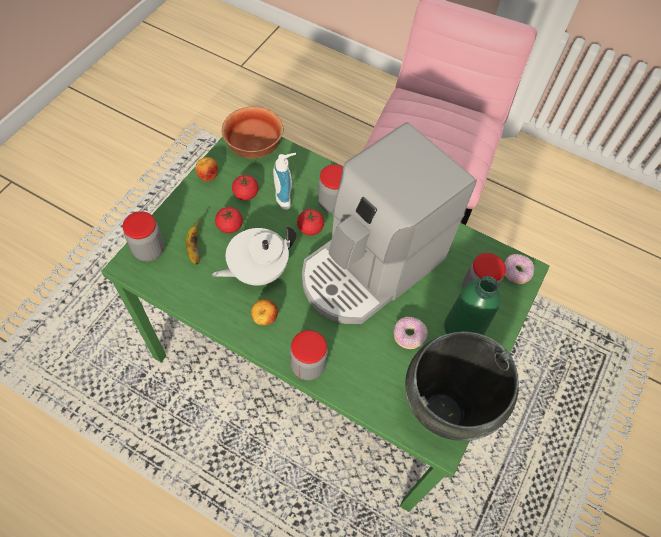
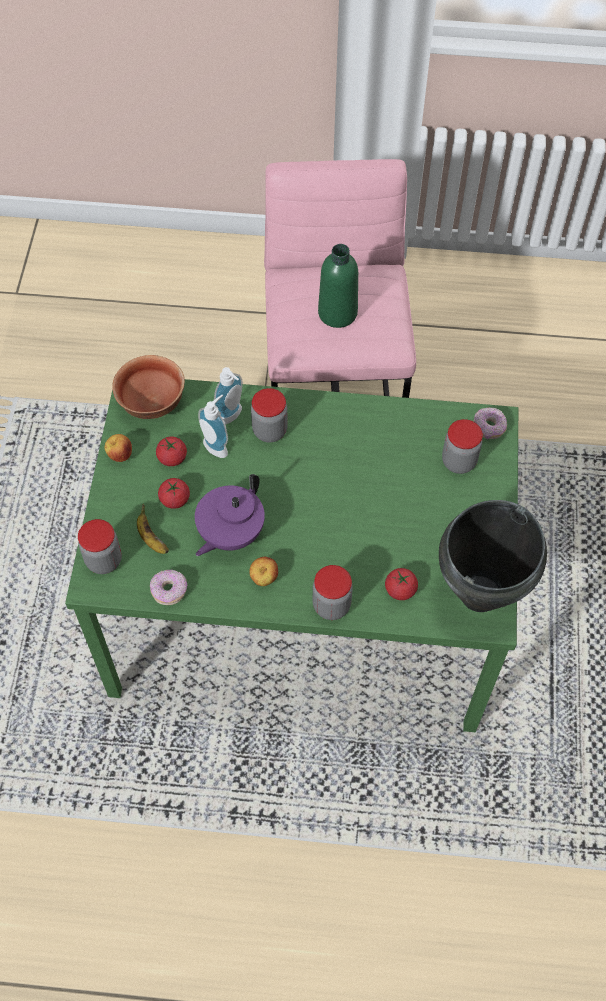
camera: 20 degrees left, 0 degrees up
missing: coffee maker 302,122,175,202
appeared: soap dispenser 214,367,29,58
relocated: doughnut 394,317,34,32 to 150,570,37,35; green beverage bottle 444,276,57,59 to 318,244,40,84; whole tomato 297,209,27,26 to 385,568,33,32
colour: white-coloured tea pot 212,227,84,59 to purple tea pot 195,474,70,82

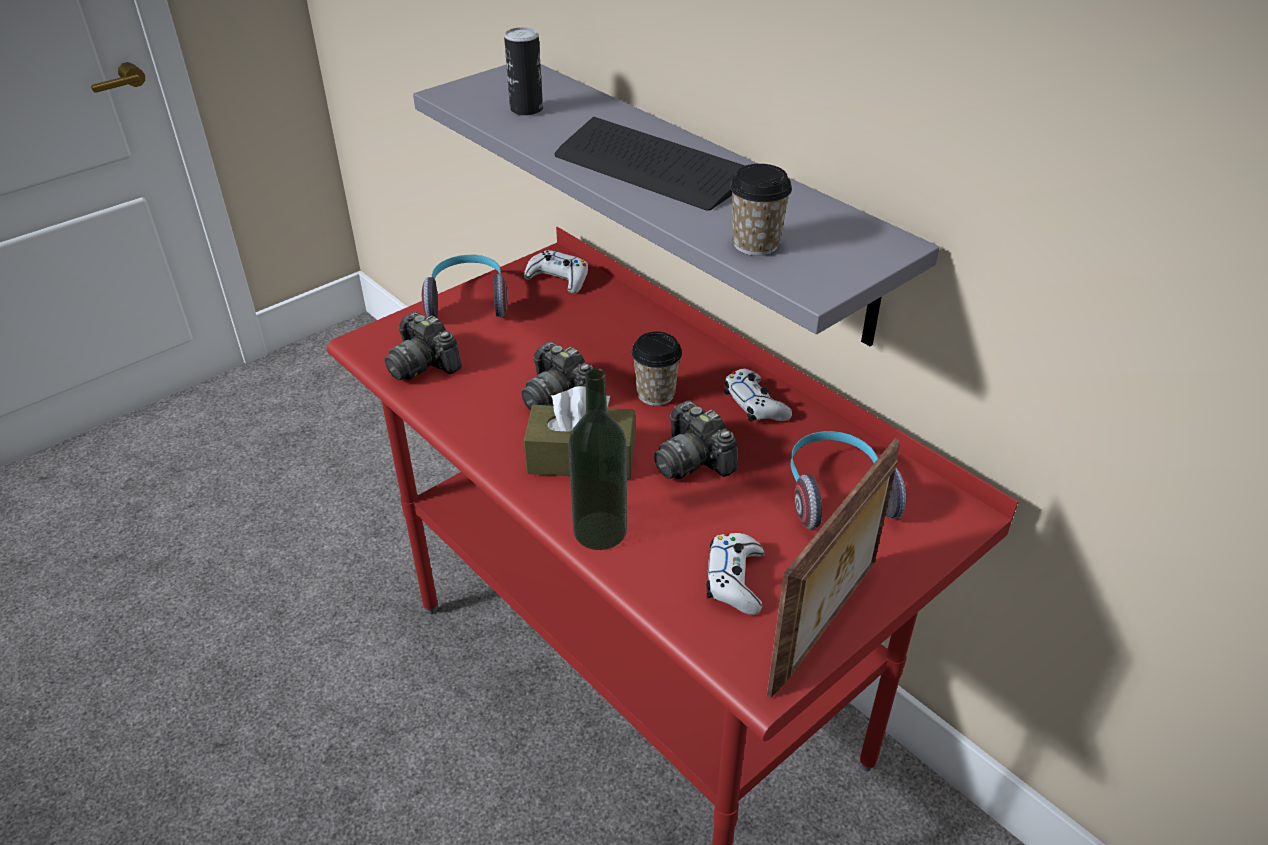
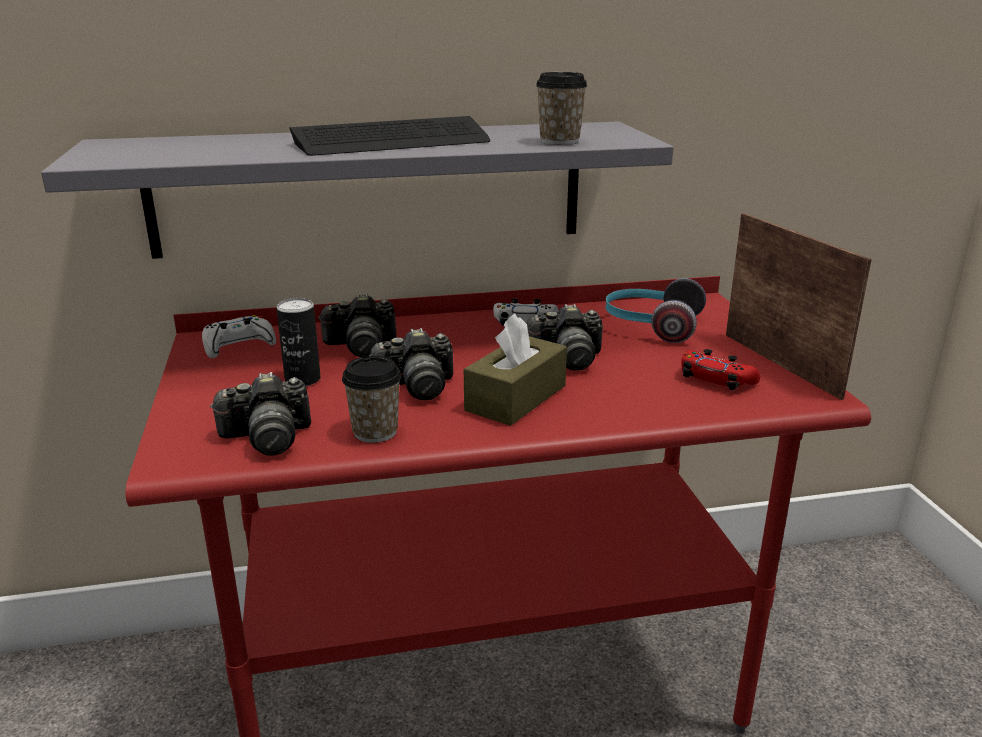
camera: 60 degrees left, 15 degrees down
missing: headphones 422,255,86,63; beverage bottle 568,368,59,182
appeared: still camera 317,293,80,64
relocated: sealed can 504,27,39,89 to 277,298,44,88; small cup 631,332,51,74 to 342,356,59,87
colour: white-coloured gamepad 706,532,58,83 to red-coloured gamepad 681,349,79,41

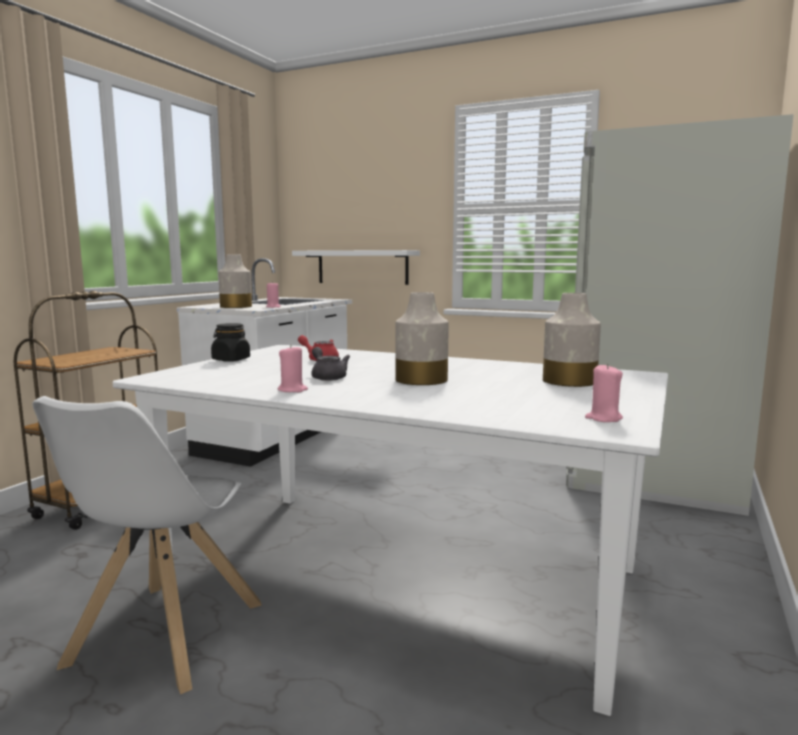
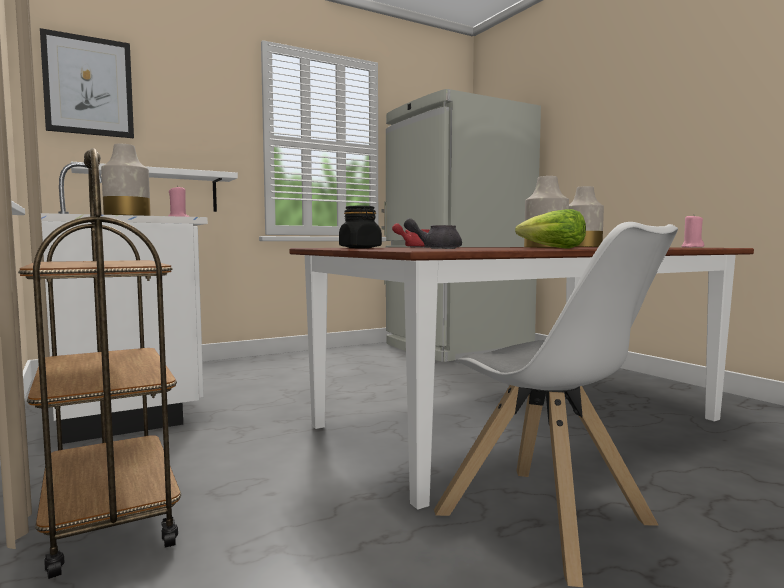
camera: 55 degrees left, 5 degrees down
appeared: wall picture 40,28,94,110
relocated: greyish tea pot 311,347,39,34 to 404,218,58,31
exchanged: pink-coloured wax light 278,345,30,47 to head of lettuce 515,209,71,39
colour: white-coloured dinner table 113,345,555,371 to brownish dinner table 289,247,465,263

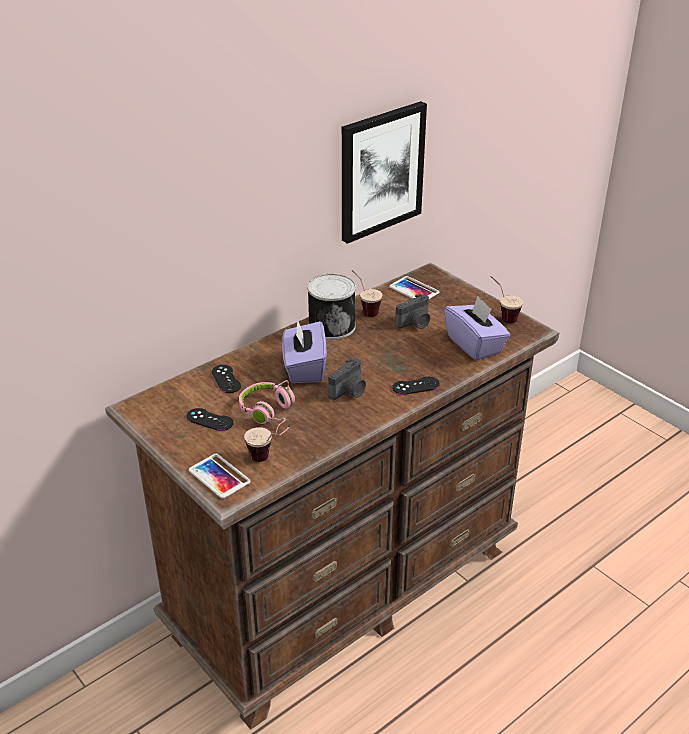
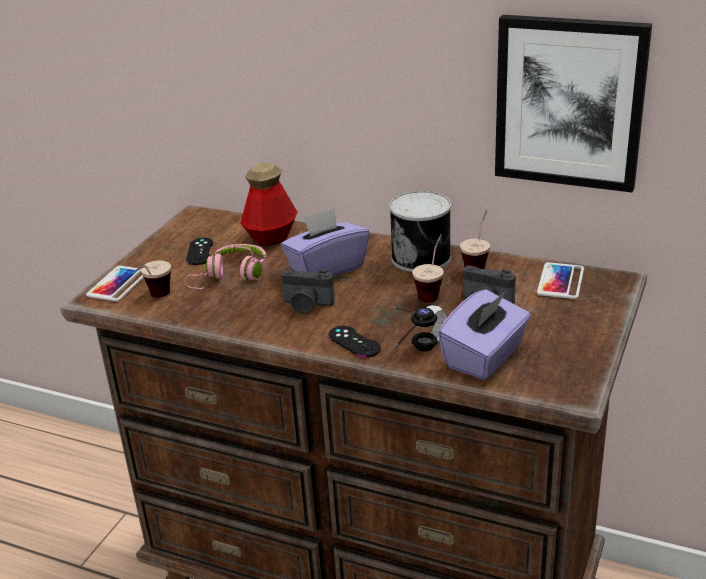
camera: 65 degrees right, 5 degrees down
appeared: headphones 392,305,55,47
relocated: small cup 491,276,32,48 to 412,234,32,68
exchanged: black-coloured gamepad 212,365,29,28 to beverage bottle 240,163,57,83

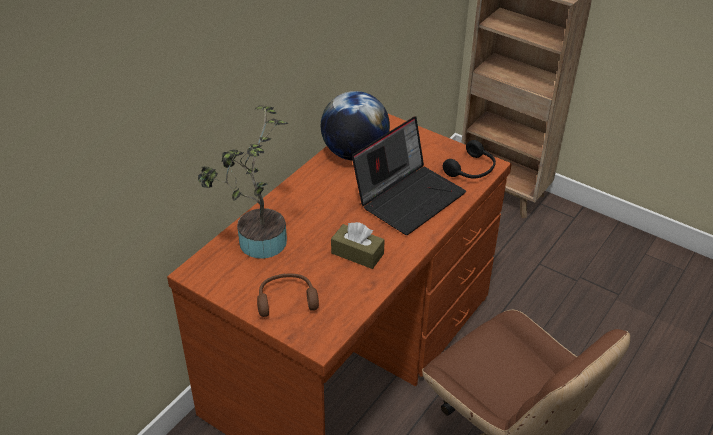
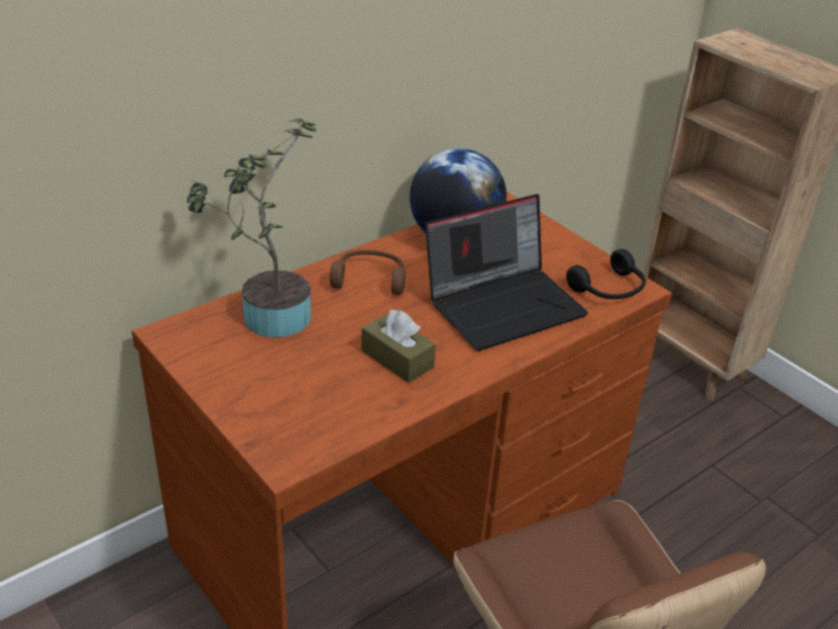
camera: 15 degrees right, 5 degrees down
relocated: brownish headphones 257,274,62,43 to 330,250,76,45

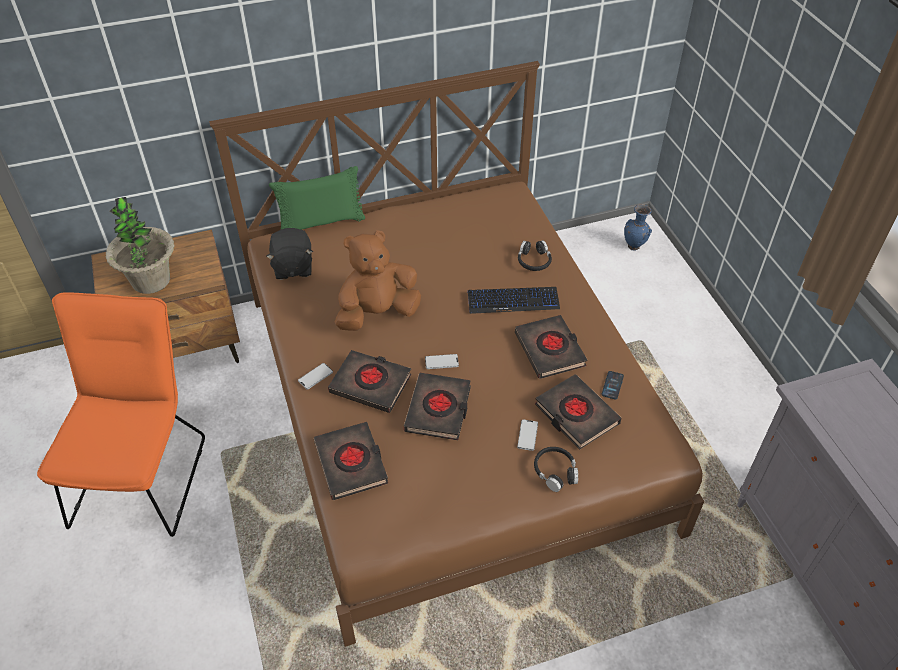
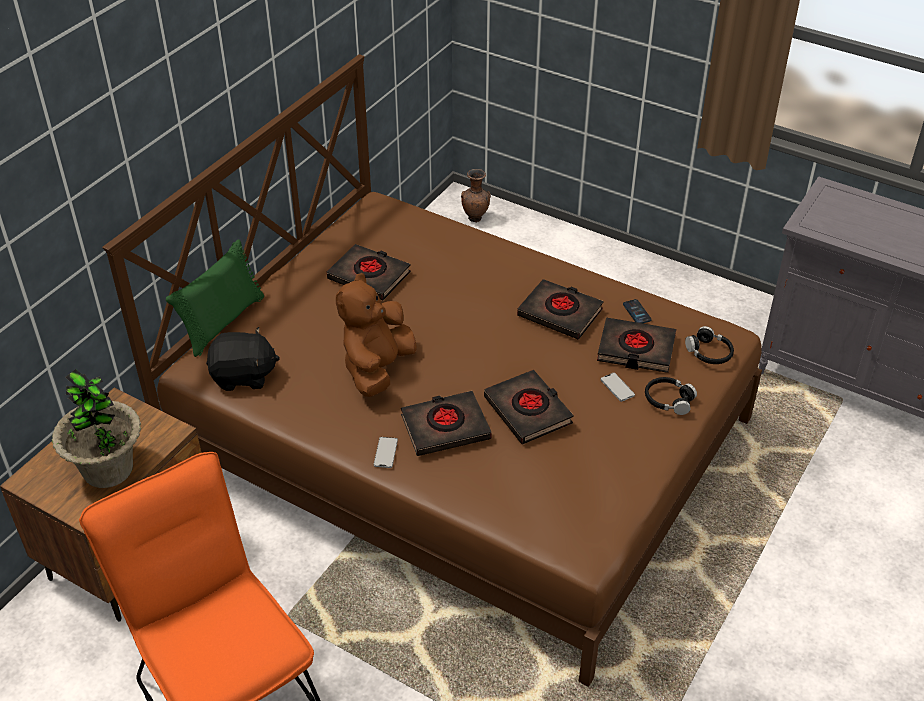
camera: 40 degrees left, 5 degrees down
missing: telephone 425,354,34,15; PC keyboard 468,287,92,27
relocated: black-coloured bound book 314,422,74,78 to 327,244,84,56; black-coloured headphones 518,240,34,31 to 685,326,49,38
colour: blue-coloured decorative vase 624,204,28,47 to brownish decorative vase 461,169,30,54
spun: black-coloured soft toy 266,228,47,52 = 206,327,74,64 45 degrees counterclockwise

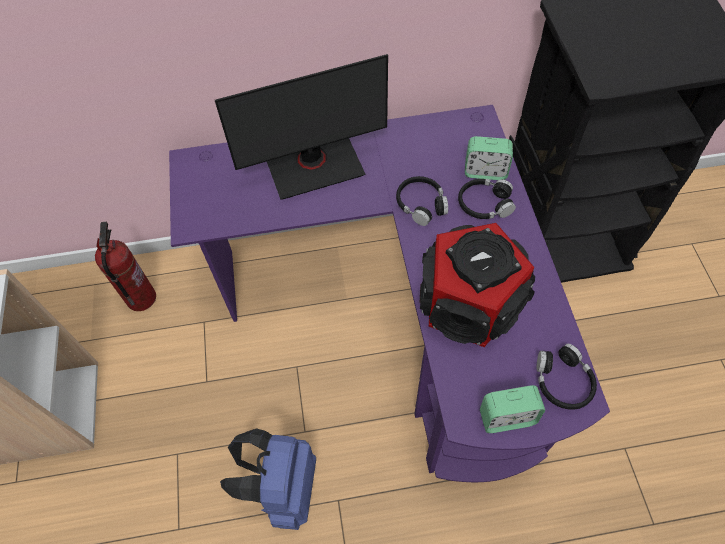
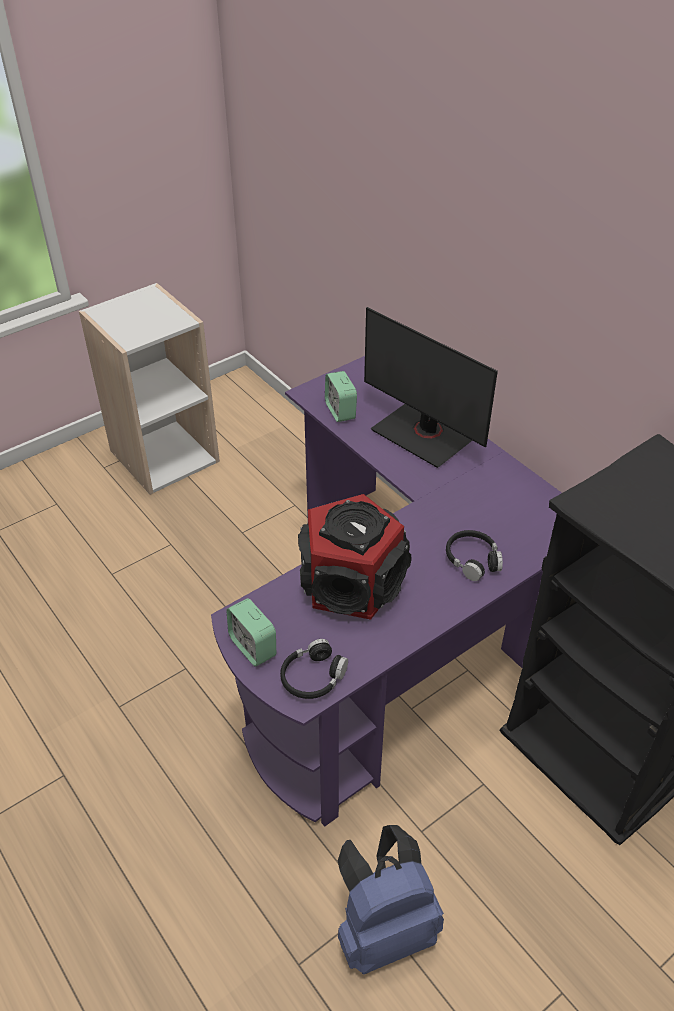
camera: 60 degrees right, 15 degrees down
missing: extinguisher 95,222,61,89; black-coloured headphones 396,176,52,50
relocated: alarm clock 465,136,48,44 to 325,371,32,51; blue-coloured rucksack 220,428,96,102 to 338,825,106,149

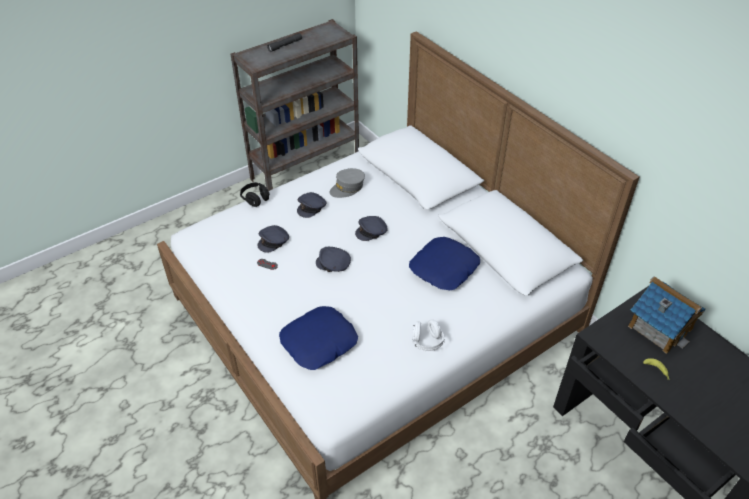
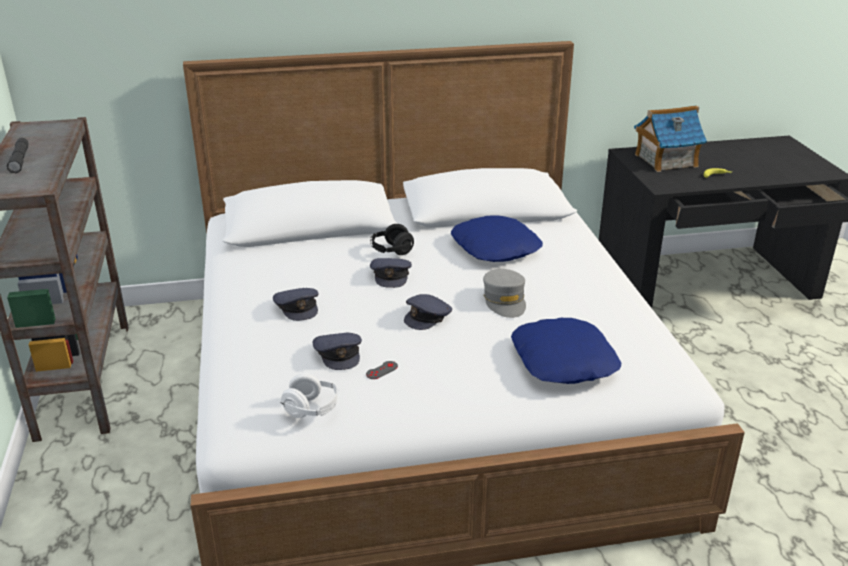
camera: 65 degrees left, 15 degrees down
relocated: white-coloured headphones 412,319,33,32 to 281,373,59,45; black-coloured headphones 240,182,30,25 to 370,224,44,31; greyish cap 329,168,36,30 to 483,269,43,49

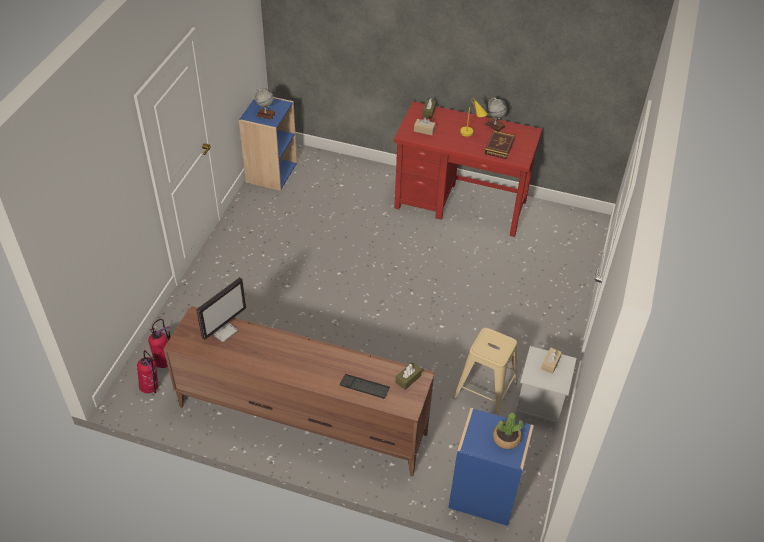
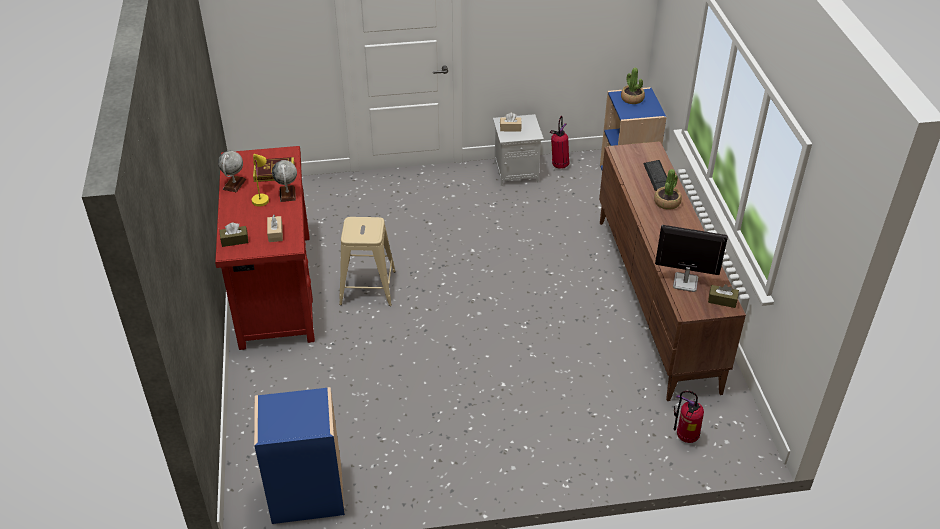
camera: 115 degrees left, 5 degrees down
appeared: plant in a pot 654,169,28,41
relocated: globe 254,88,22,32 to 272,160,25,42; sand-coloured sitting stool 454,328,63,88 to 339,217,57,89; extinguisher 137,350,21,43 to 550,116,20,52; brownish tissue holder 396,362,26,28 to 708,284,31,24

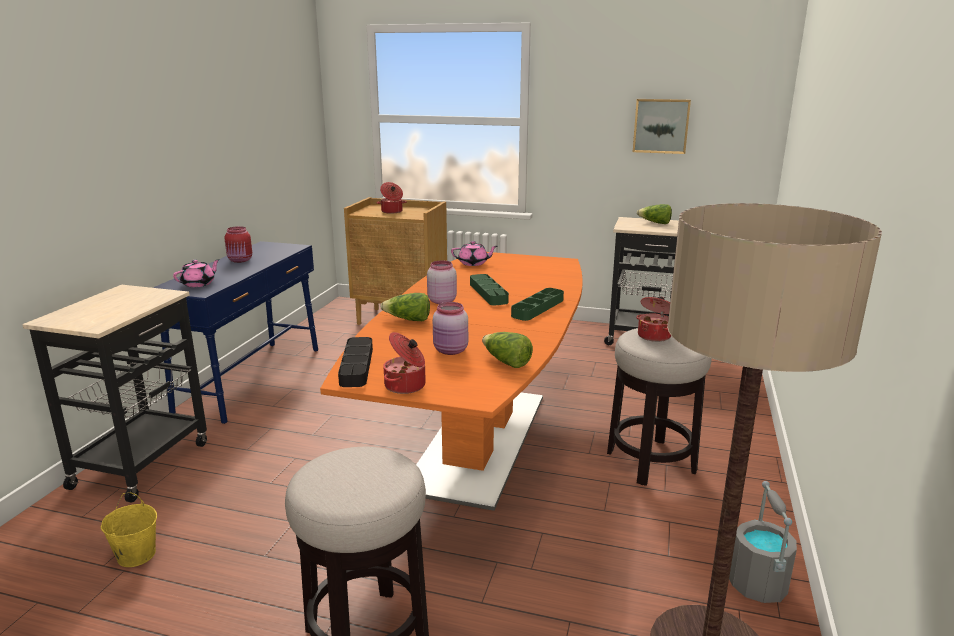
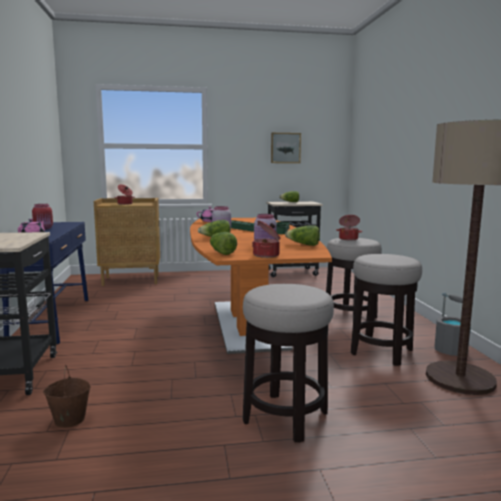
camera: 25 degrees left, 10 degrees down
appeared: sitting stool 351,254,71,112
exchanged: black-coloured tray 338,337,35,50 to head of lettuce 210,232,27,23
colour: yellowish bucket 101,492,56,75 to brownish bucket 43,365,48,63

